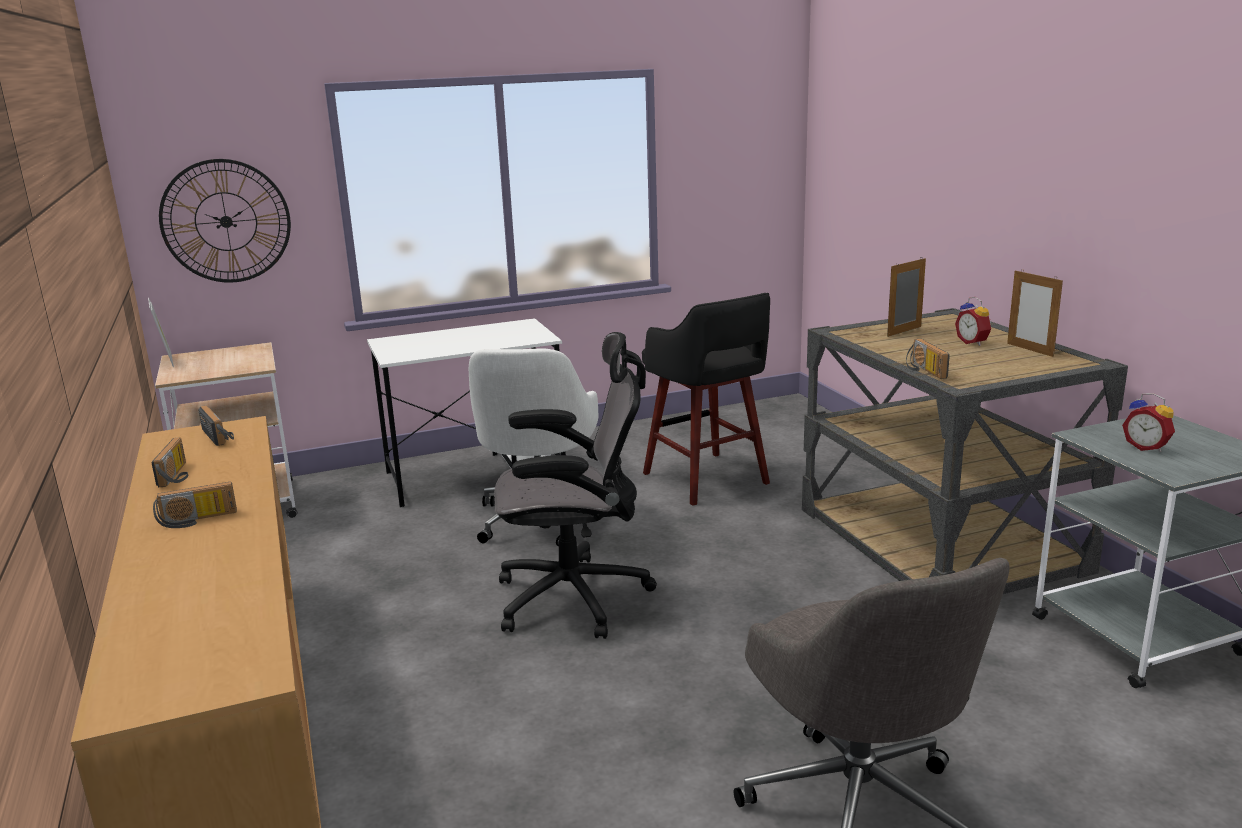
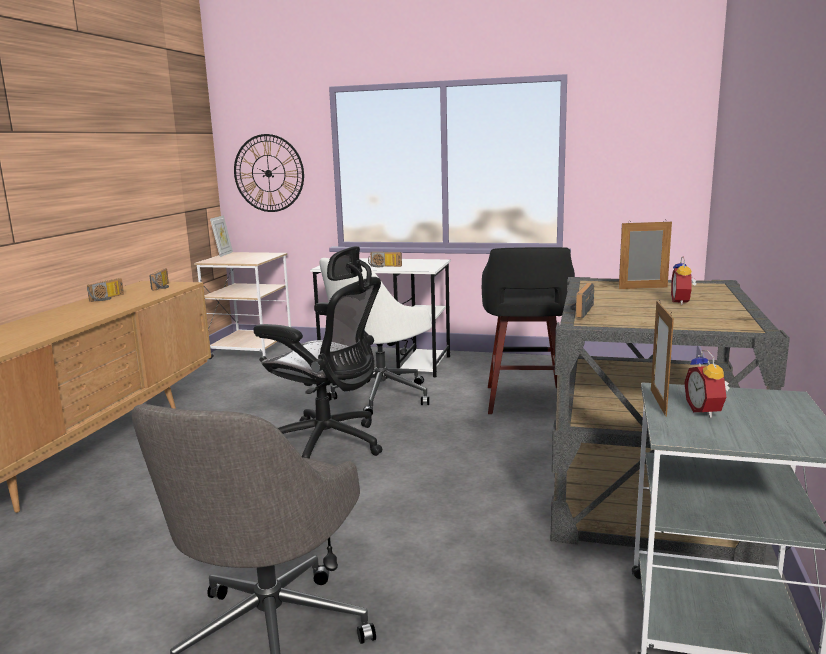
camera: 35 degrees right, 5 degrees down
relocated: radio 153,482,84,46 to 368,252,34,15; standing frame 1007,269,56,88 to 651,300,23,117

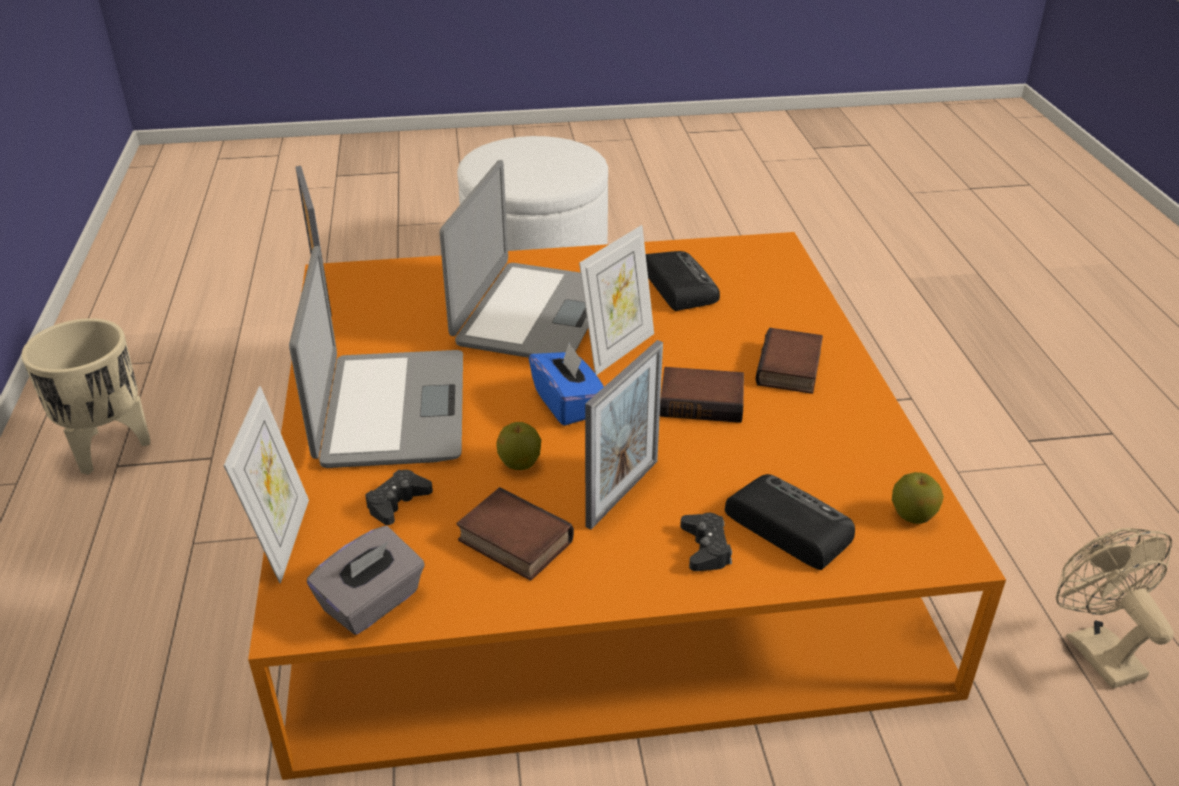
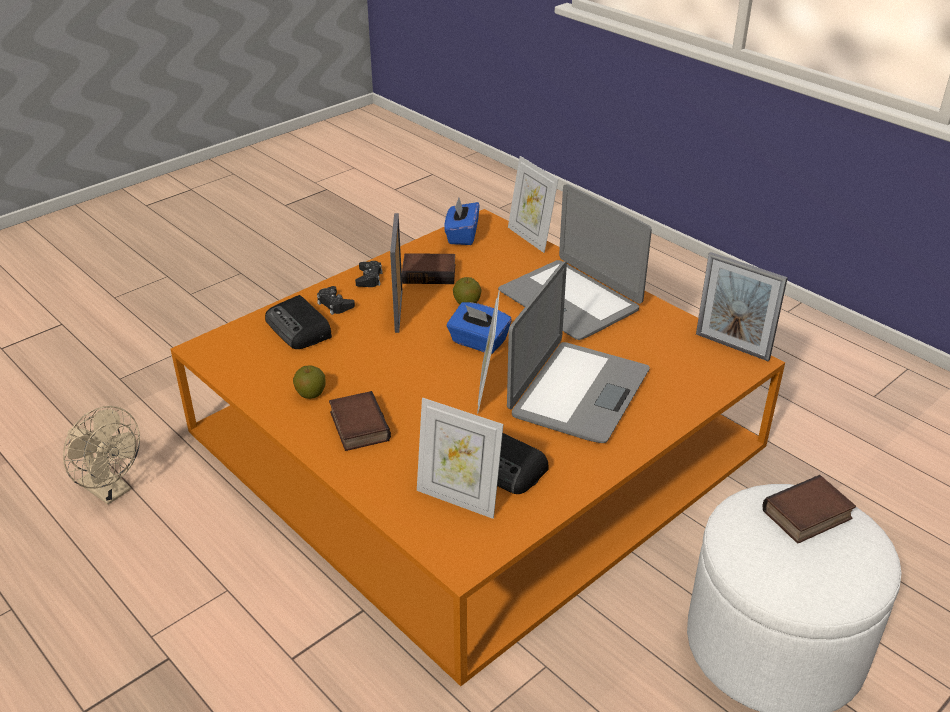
camera: 145 degrees right, 0 degrees up
missing: sand-coloured flower pot 21,318,129,157
appeared: standing frame 417,398,87,121
relocated: apple fruit 892,472,52,52 to 293,366,32,33; black-coloured gamepad 365,470,68,55 to 355,261,28,26; bound book 660,367,84,56 to 762,475,94,68
colour: greyish tissue holder 307,526,118,109 to blue-coloured tissue holder 444,198,35,47
spun: radio 725,474,130,96 = 265,295,67,54 45 degrees clockwise; notebook computer 439,160,149,198 = 507,262,143,181 135 degrees counterclockwise

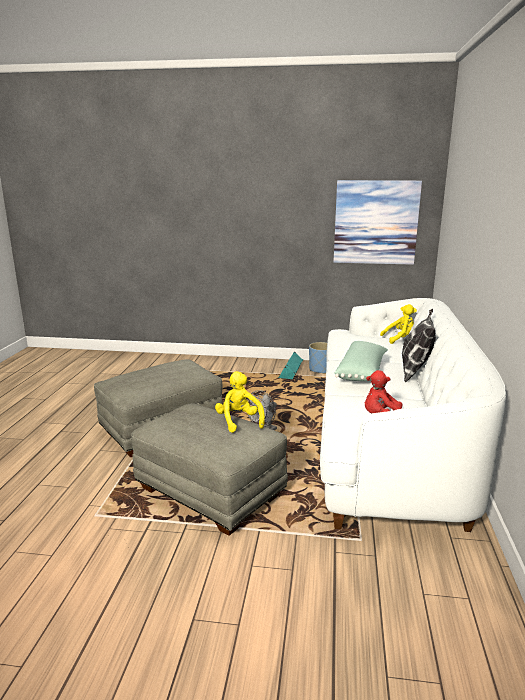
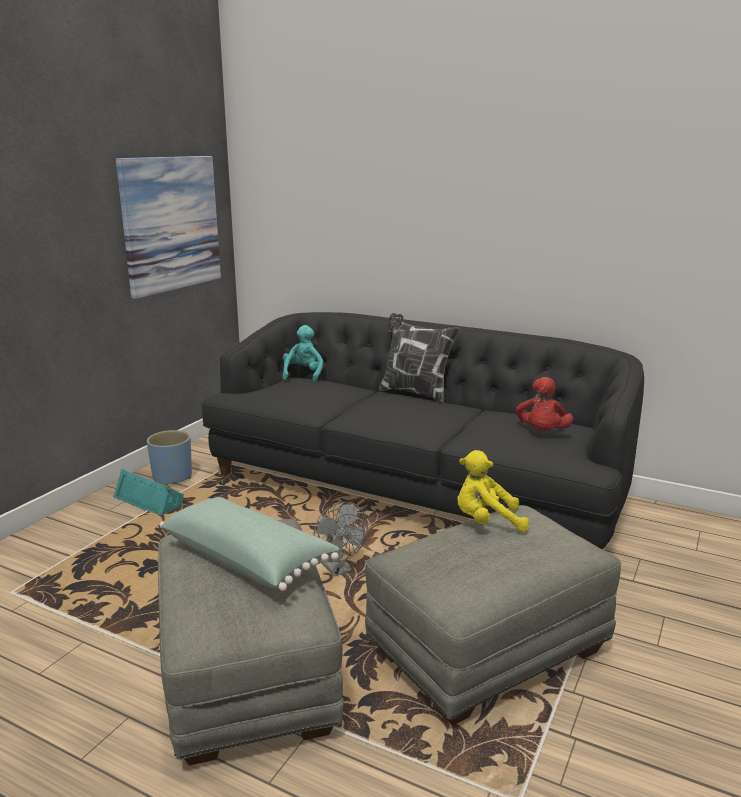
camera: 70 degrees left, 0 degrees up
relocated: green cushion 334,341,54,40 to 160,497,179,94
colour: white-coloured couch 320,298,186,234 to black-coloured couch 202,312,442,237; yellowish soft toy 380,304,37,40 to blue-green soft toy 283,325,40,58

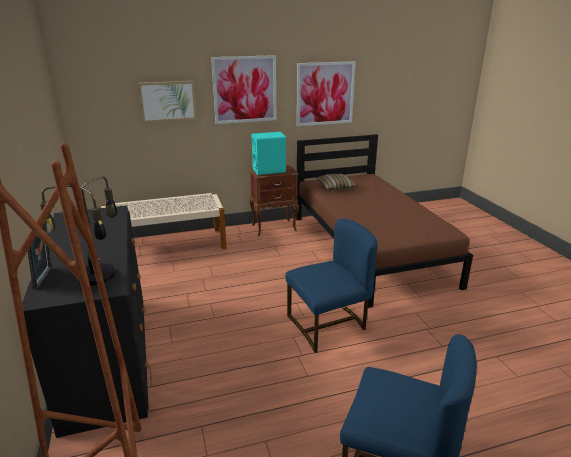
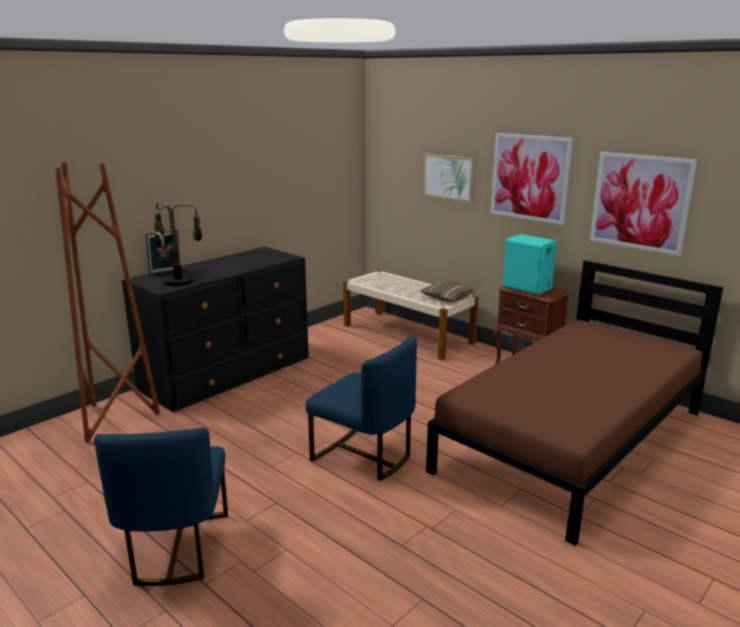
camera: 60 degrees right, 5 degrees down
relocated: cushion 316,174,41,16 to 420,281,55,21

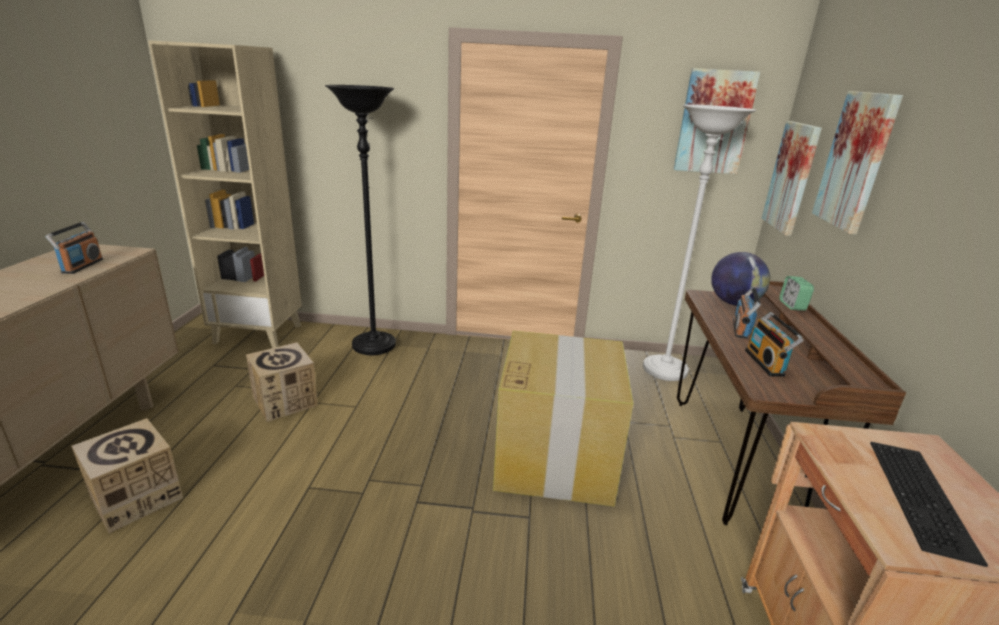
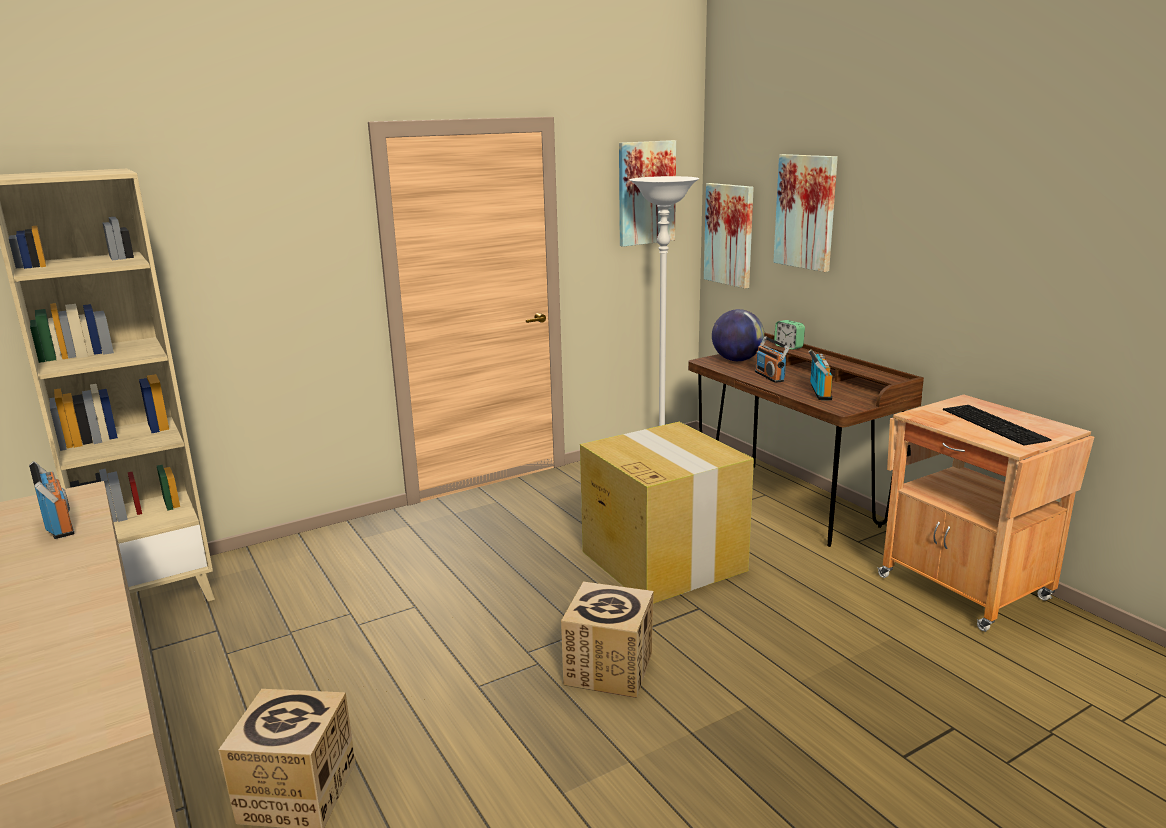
camera: 35 degrees left, 5 degrees down
missing: black-coloured standard lamp 325,85,71,270
relocated: cardboard box 246,342,72,80 to 561,581,93,117
spun: radio 745,312,59,65 = 808,349,25,51 135 degrees counterclockwise

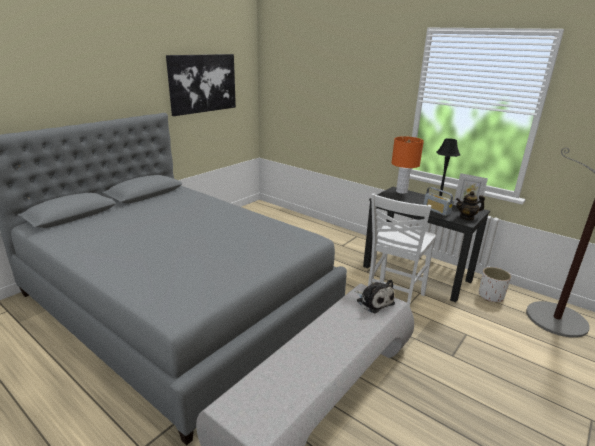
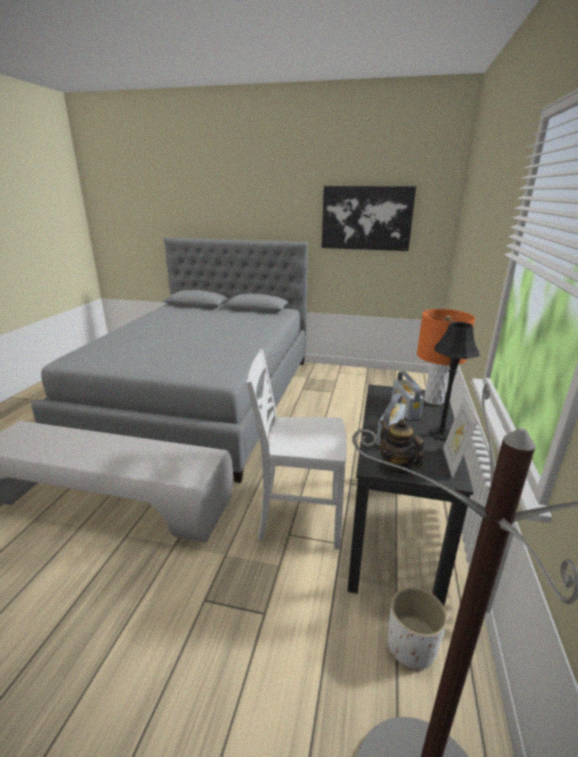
camera: 65 degrees right, 0 degrees up
missing: soft toy 355,280,40,33
appeared: radio 392,371,32,49

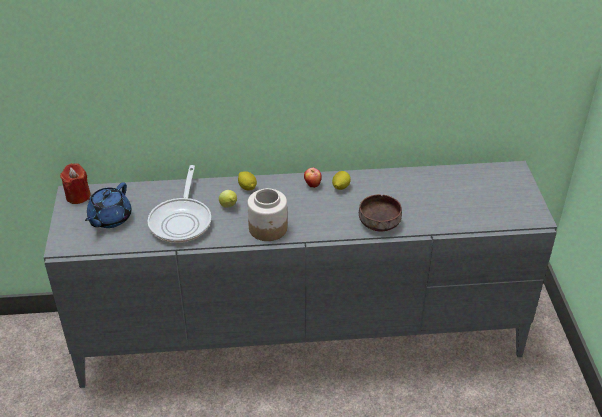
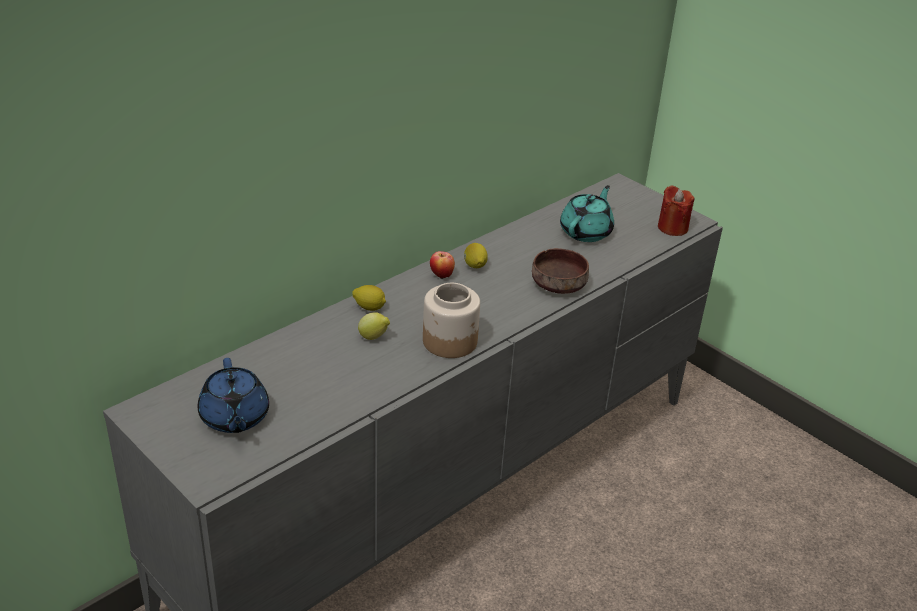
camera: 40 degrees left, 5 degrees down
missing: skillet 148,165,63,78
appeared: blue-green tea pot 560,185,54,57
relocated: red-coloured wax light 60,163,31,41 to 658,185,36,51

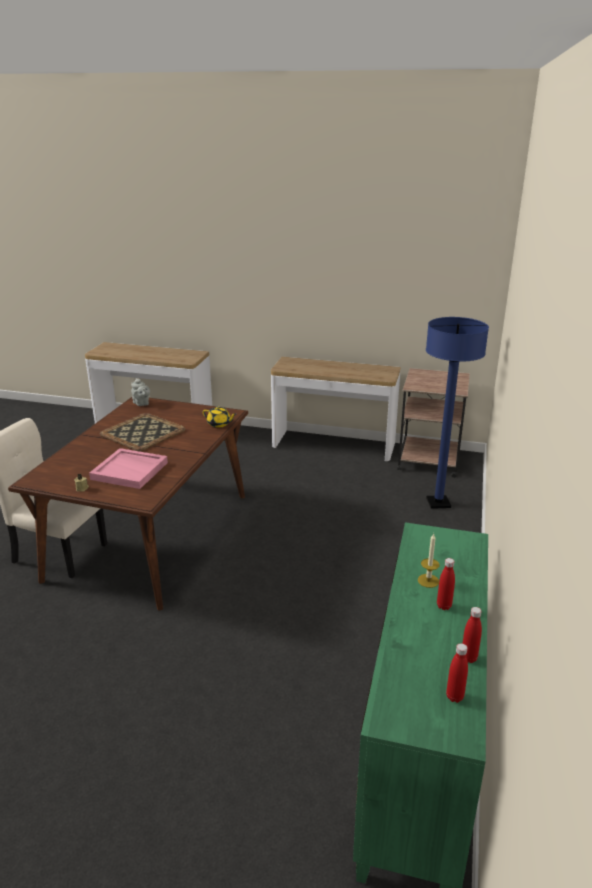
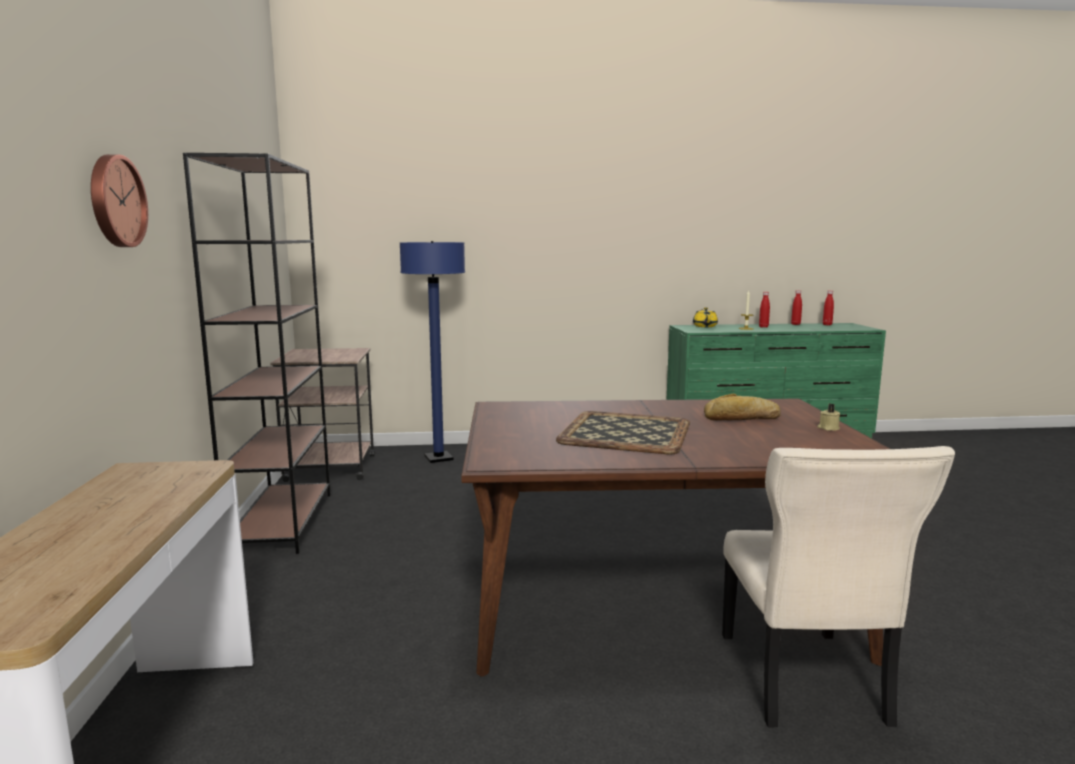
camera: 110 degrees left, 15 degrees down
missing: greyish tea pot 131,378,19,28
appeared: hanging clock 91,154,57,93
relocated: yellowish tea pot 202,407,34,21 to 693,307,25,20
exchanged: hall table 271,357,130,104 to brownish shelving unit 183,153,148,401; pink-coloured tray 89,448,79,41 to bread 704,394,76,27

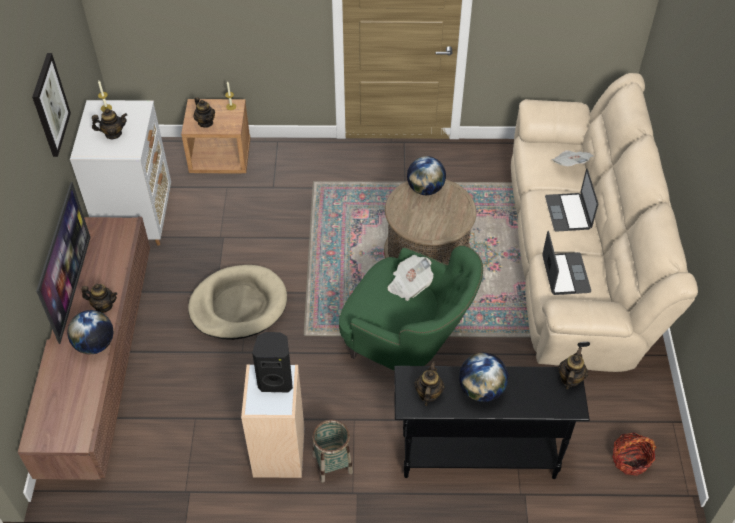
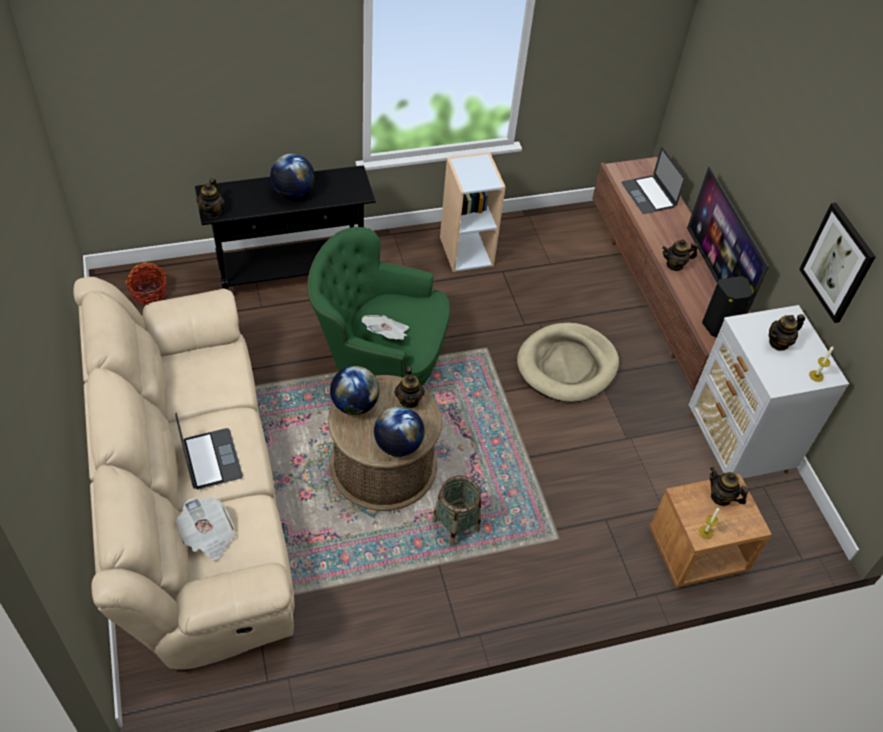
camera: 160 degrees right, 0 degrees up
relocated: globe 67,310,47,44 to 330,366,50,49; tea pot 414,361,31,45 to 395,366,30,42; storage basket 312,420,41,63 to 432,475,49,71; notebook computer 542,231,49,64 to 622,147,63,67; black-coloured loudspeaker 252,332,41,60 to 702,276,51,61

